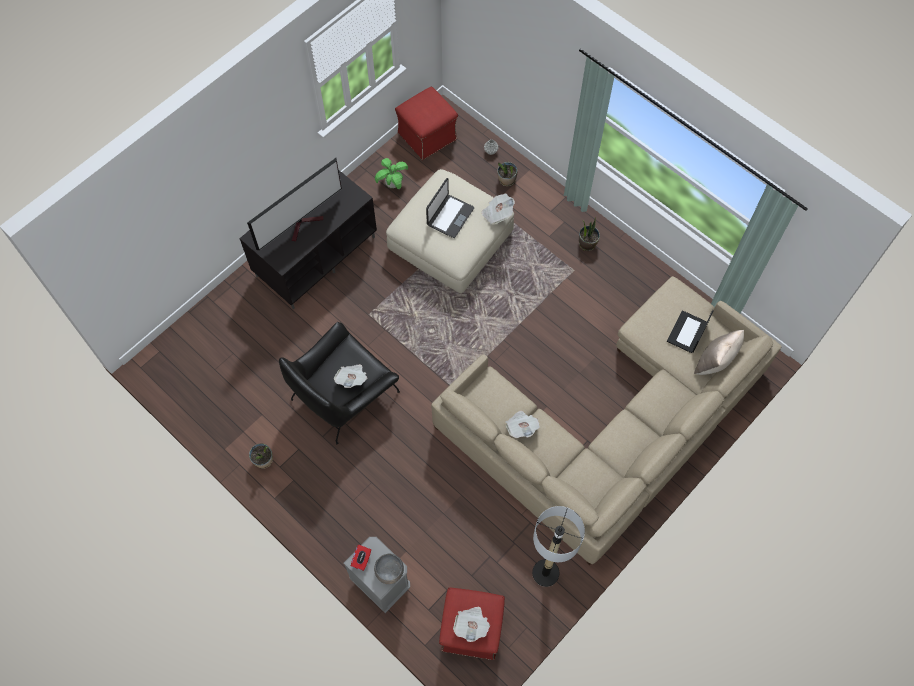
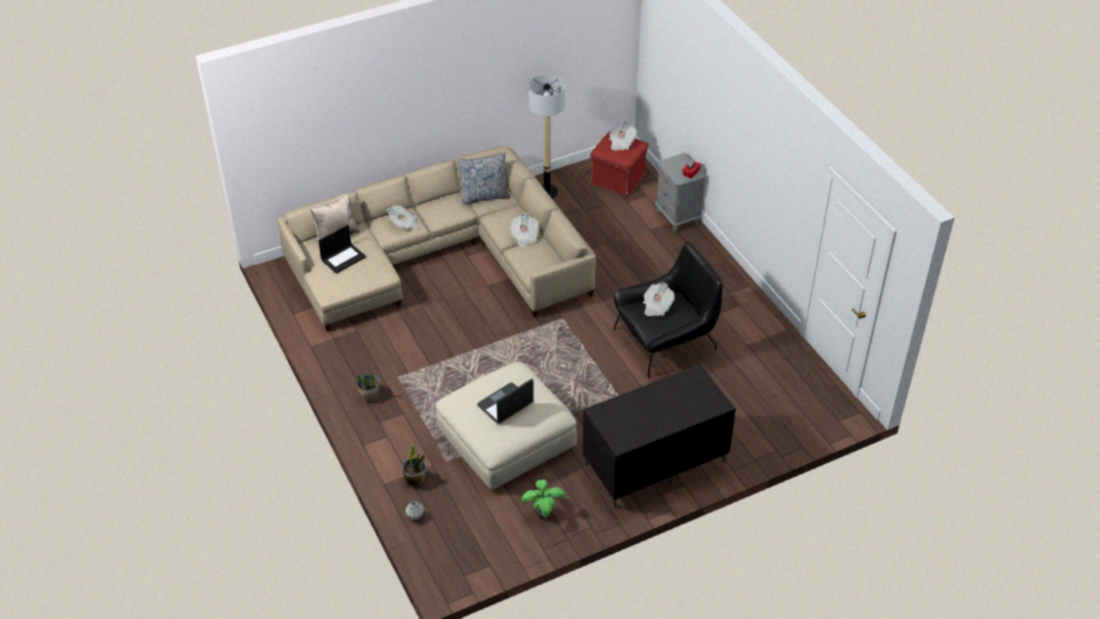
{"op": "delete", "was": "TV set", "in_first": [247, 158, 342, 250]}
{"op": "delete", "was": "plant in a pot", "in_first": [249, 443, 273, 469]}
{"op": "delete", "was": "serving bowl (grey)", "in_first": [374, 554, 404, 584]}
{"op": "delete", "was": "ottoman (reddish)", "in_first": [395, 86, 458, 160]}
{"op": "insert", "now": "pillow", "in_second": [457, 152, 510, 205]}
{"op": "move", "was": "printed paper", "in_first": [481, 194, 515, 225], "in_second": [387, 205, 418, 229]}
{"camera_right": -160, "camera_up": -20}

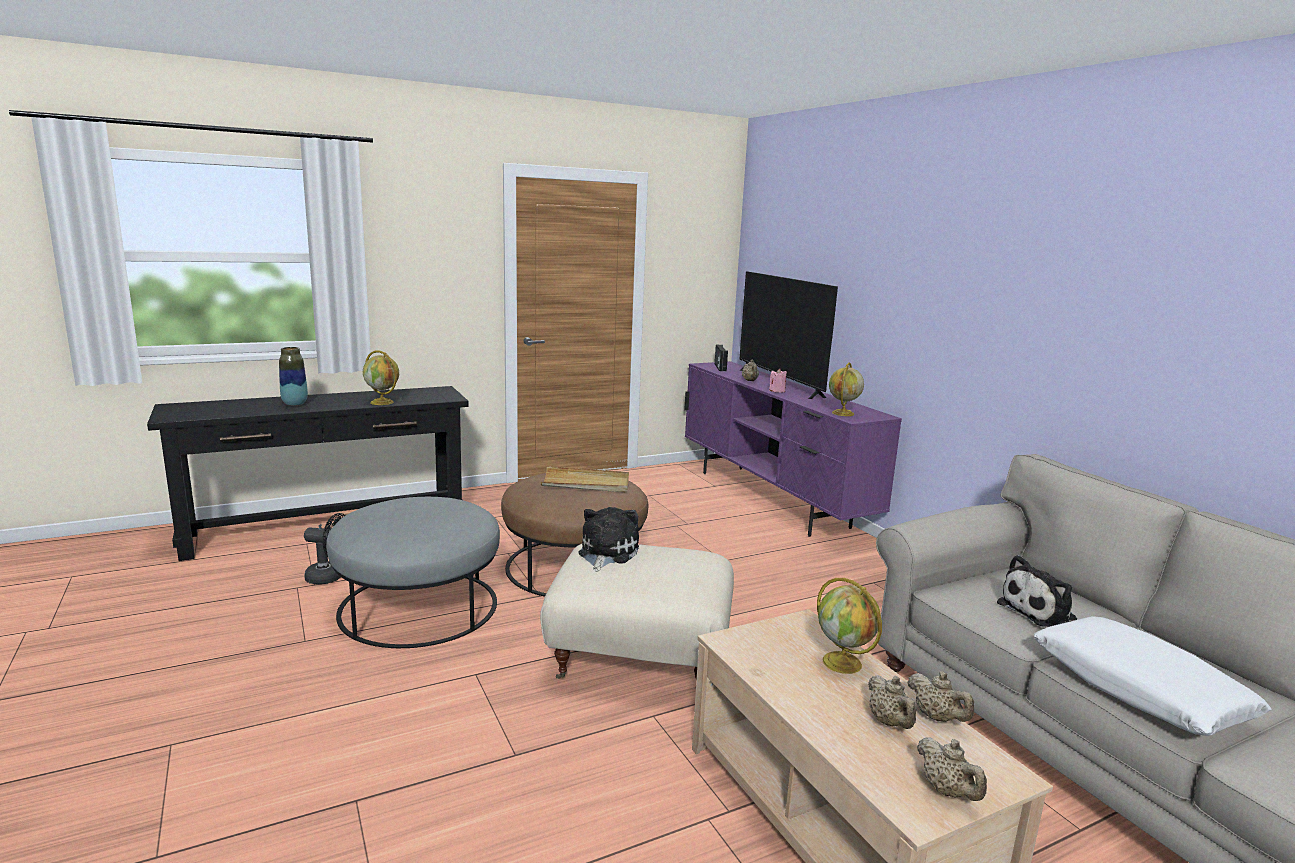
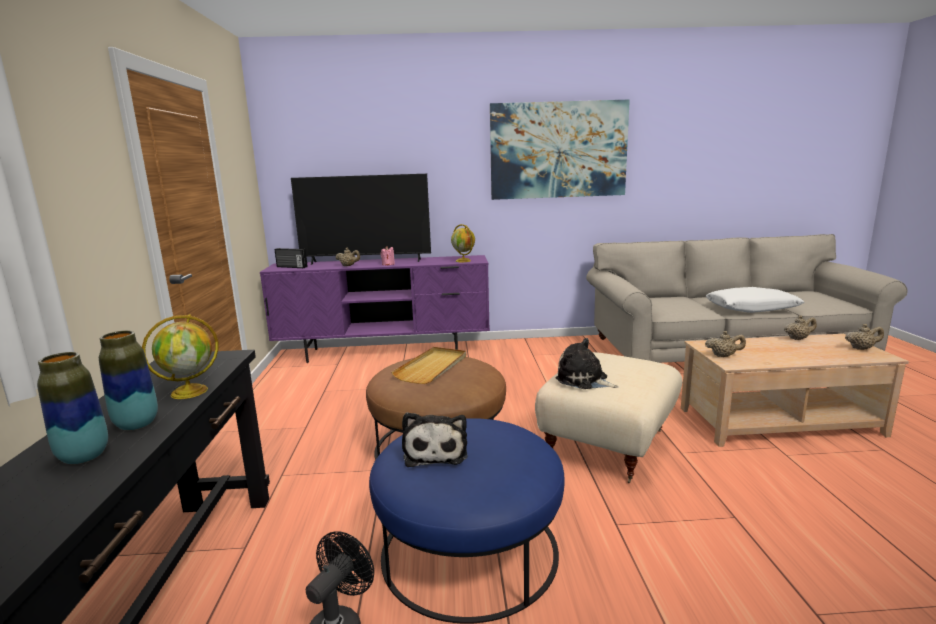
{"op": "delete", "was": "world globe", "in_first": [817, 578, 882, 674]}
{"op": "insert", "now": "decorative vase", "in_second": [99, 331, 158, 430]}
{"op": "insert", "now": "wall art", "in_second": [490, 99, 630, 200]}
{"op": "move", "was": "tea pot (beige)", "in_first": [868, 675, 916, 729], "in_second": [705, 331, 746, 357]}
{"op": "move", "was": "soft toy", "in_first": [997, 555, 1077, 627], "in_second": [402, 412, 467, 467]}
{"op": "recolor", "was": "ottoman (grey)", "now": "ottoman (blue-coloured)", "in_first": [326, 497, 500, 648], "in_second": [369, 418, 565, 624]}
{"camera_right": -65, "camera_up": 0}

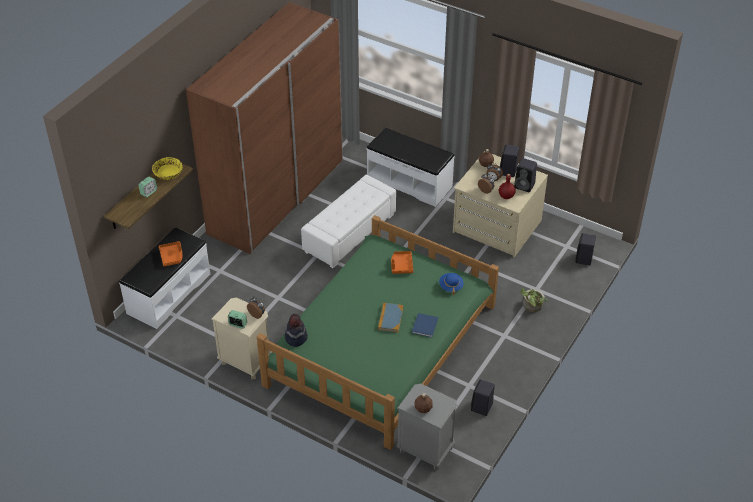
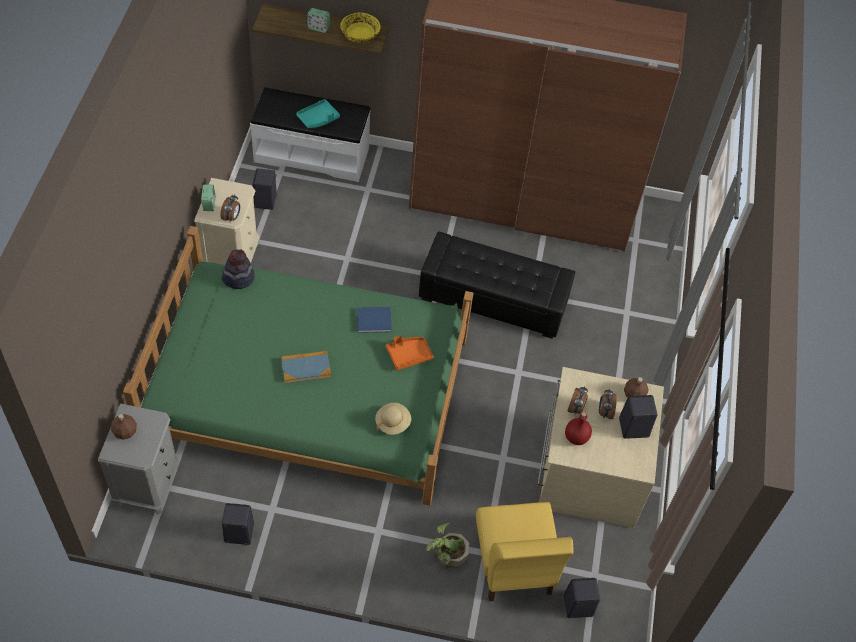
{"op": "delete", "was": "bench (whitish)", "in_first": [367, 128, 454, 207]}
{"op": "insert", "now": "chair (yellow-coloured)", "in_second": [476, 502, 574, 601]}
{"op": "move", "was": "volume (blue-coloured)", "in_first": [412, 313, 438, 338], "in_second": [357, 307, 392, 333]}
{"op": "move", "was": "speaker (black-coloured)", "in_first": [514, 158, 537, 192], "in_second": [252, 168, 277, 210]}
{"op": "recolor", "was": "tray (orangey)", "now": "tray (turquoise-coloured)", "in_first": [159, 241, 183, 266], "in_second": [296, 99, 340, 128]}
{"op": "recolor", "was": "ottoman (whitish)", "now": "ottoman (black-coloured)", "in_first": [301, 175, 396, 268], "in_second": [419, 231, 575, 339]}
{"op": "recolor", "was": "clothing hat (blue-coloured)", "now": "clothing hat (beige)", "in_first": [439, 273, 464, 295], "in_second": [375, 403, 411, 435]}
{"camera_right": 65, "camera_up": 10}

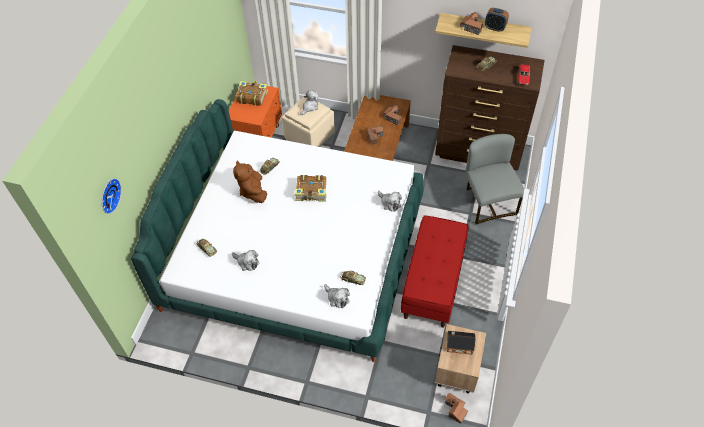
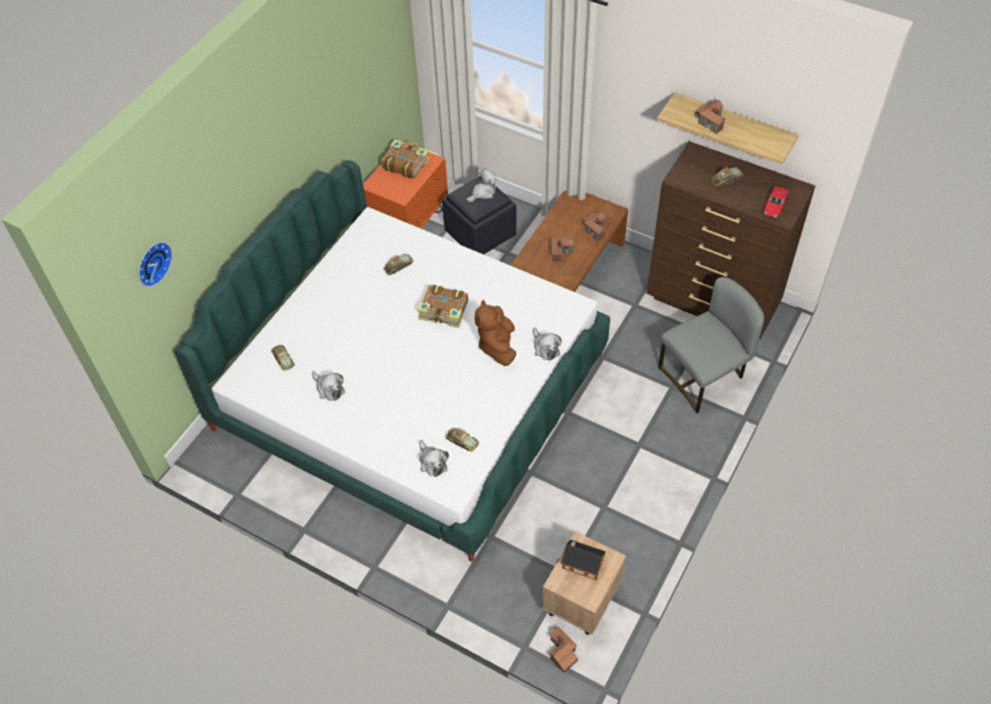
{"op": "delete", "was": "bench (reddish)", "in_first": [401, 215, 468, 328]}
{"op": "delete", "was": "alarm clock", "in_first": [485, 8, 509, 32]}
{"op": "move", "was": "soft toy (brown-coloured)", "in_first": [233, 160, 267, 203], "in_second": [475, 300, 516, 366]}
{"op": "recolor", "was": "ottoman (beige)", "now": "ottoman (black-coloured)", "in_first": [282, 95, 335, 147], "in_second": [442, 178, 517, 254]}
{"op": "rotate", "was": "chair (grey)", "in_first": [466, 134, 524, 225], "in_second": [658, 277, 764, 413], "clockwise": 60}
{"camera_right": 15, "camera_up": 0}

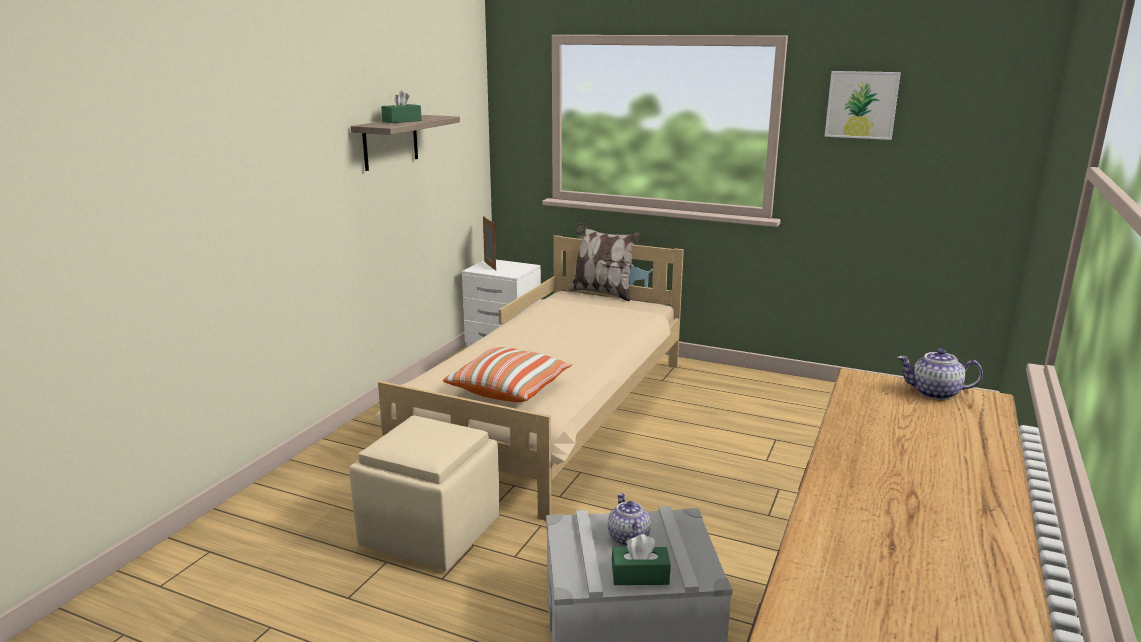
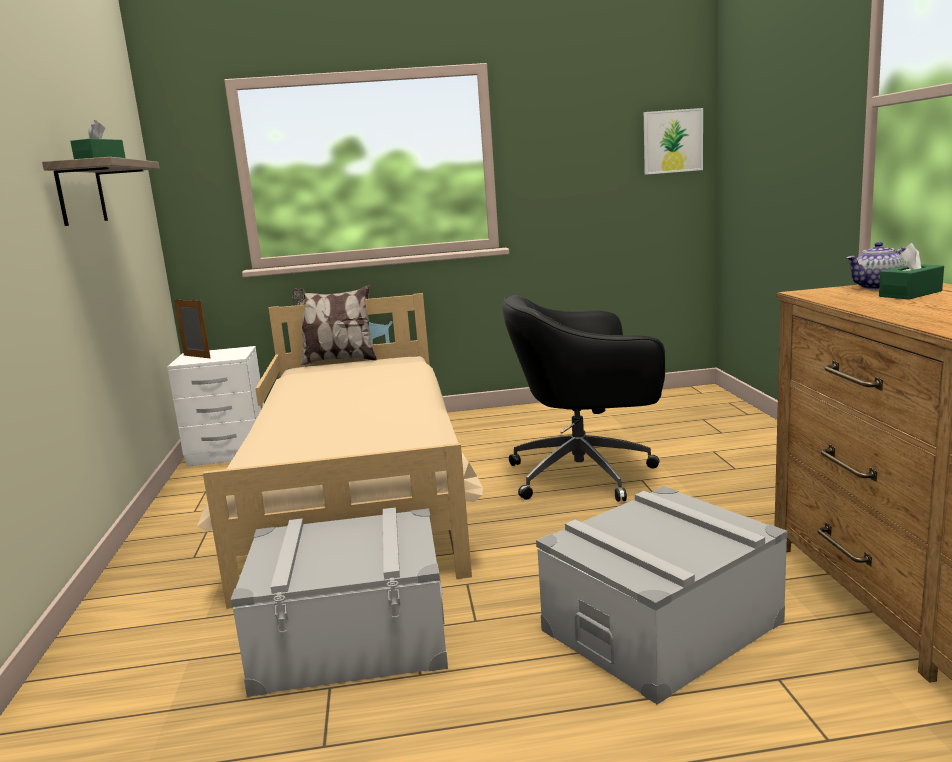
{"op": "delete", "was": "pillow", "in_first": [443, 347, 572, 402]}
{"op": "delete", "was": "tea pot", "in_first": [608, 493, 651, 547]}
{"op": "insert", "now": "desk chair (black-coloured)", "in_second": [502, 295, 665, 502]}
{"op": "move", "was": "box of tissues (greenish)", "in_first": [612, 534, 671, 585], "in_second": [879, 243, 944, 299]}
{"op": "move", "was": "wall art", "in_first": [825, 71, 901, 140], "in_second": [644, 108, 703, 175]}
{"op": "replace", "was": "ottoman (beige)", "now": "storage bin (grey)", "in_first": [349, 415, 499, 571], "in_second": [230, 507, 448, 697]}
{"camera_right": -30, "camera_up": -5}

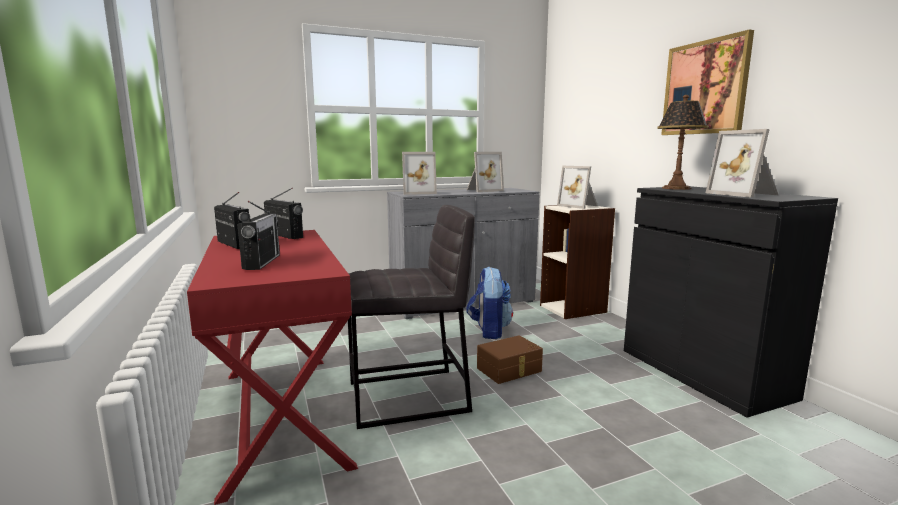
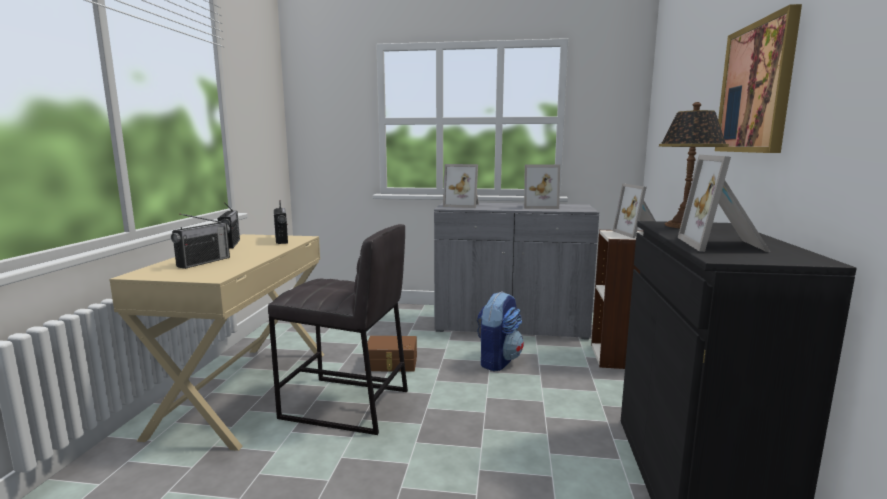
{"op": "move", "was": "storage bin (brown-coloured)", "in_first": [477, 335, 543, 384], "in_second": [367, 336, 417, 372]}
{"op": "recolor", "was": "desk (reddish)", "now": "desk (beige)", "in_first": [187, 230, 358, 505], "in_second": [109, 234, 324, 451]}
{"camera_right": 30, "camera_up": 0}

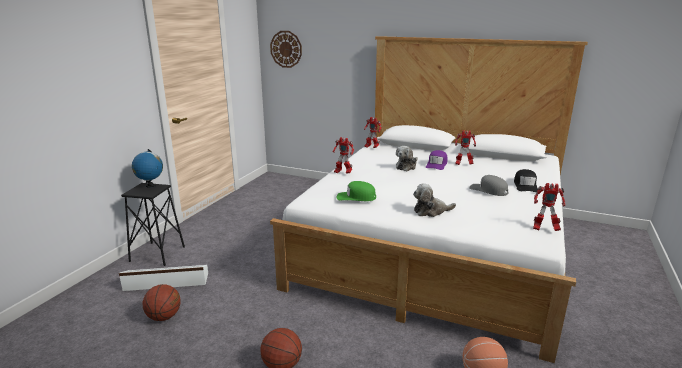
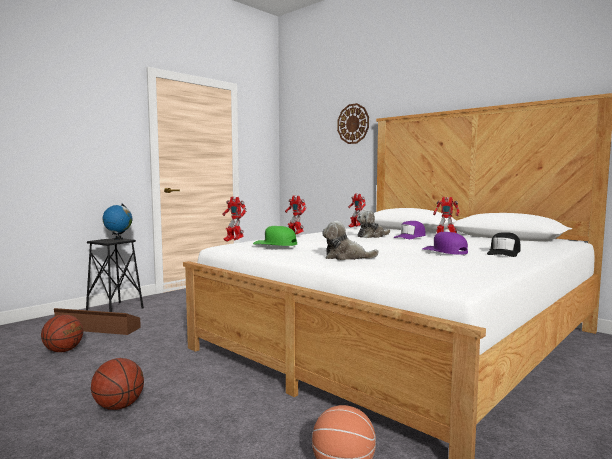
{"op": "move", "was": "wall clock", "in_first": [270, 31, 302, 68], "in_second": [337, 103, 369, 144]}
{"op": "move", "was": "model robot", "in_first": [533, 183, 565, 231], "in_second": [222, 197, 247, 242]}
{"op": "recolor", "was": "storage bin (whitish)", "now": "storage bin (brown-coloured)", "in_first": [119, 265, 208, 291], "in_second": [54, 308, 141, 335]}
{"op": "recolor", "was": "baseball cap (grey)", "now": "baseball cap (purple-coloured)", "in_first": [469, 175, 508, 196], "in_second": [423, 232, 468, 255]}
{"camera_right": 20, "camera_up": -15}

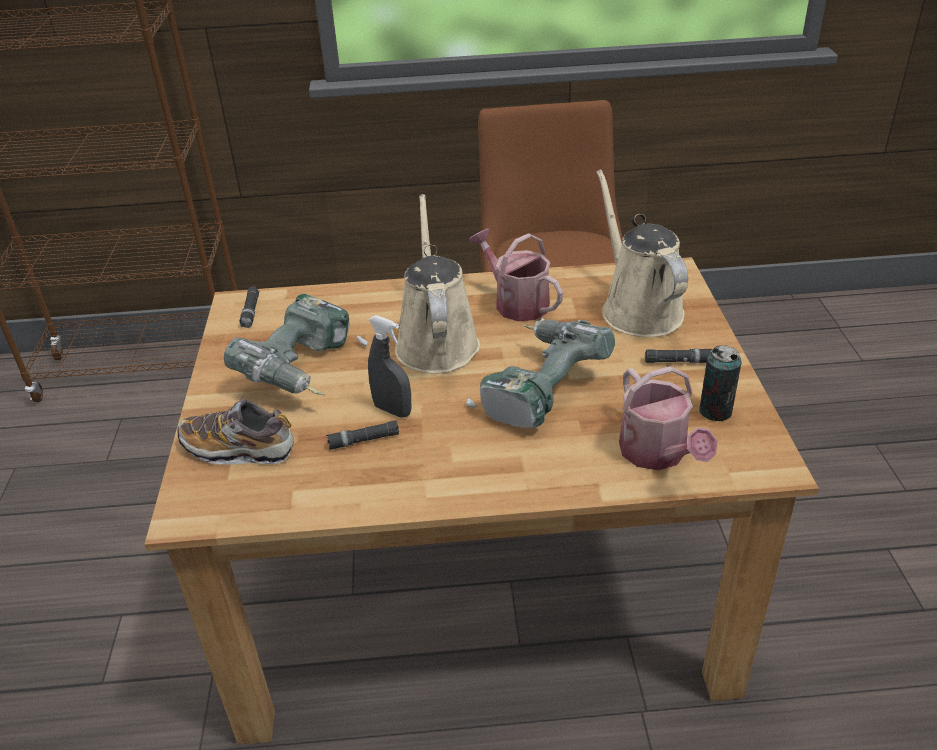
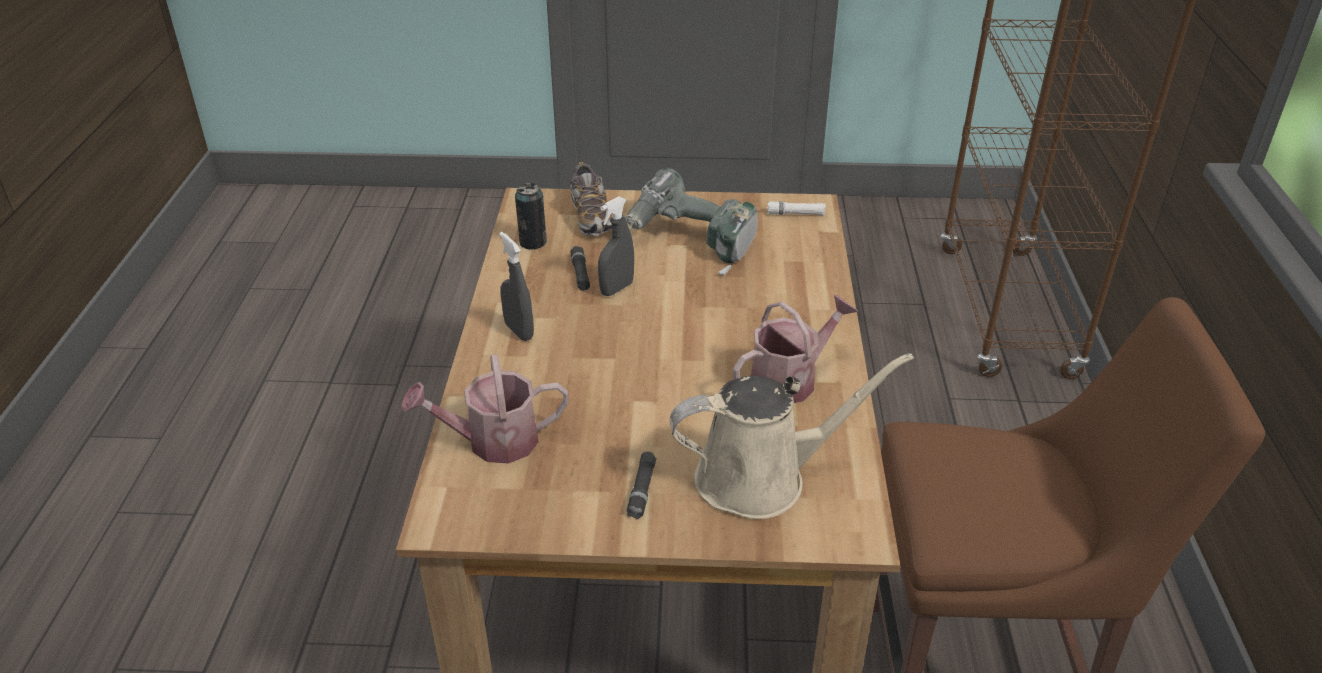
{"op": "delete", "was": "watering can (beige)", "in_first": [395, 194, 480, 374]}
{"op": "delete", "was": "electric drill", "in_first": [466, 318, 615, 428]}
{"op": "insert", "now": "hand sprayer (grey)", "in_second": [499, 232, 534, 341]}
{"op": "move", "was": "metal can", "in_first": [699, 345, 742, 421], "in_second": [515, 183, 547, 250]}
{"op": "recolor", "was": "flashlight (black-coloured)", "now": "flashlight (whitish)", "in_first": [239, 286, 259, 328], "in_second": [767, 201, 825, 215]}
{"op": "rotate", "was": "shoe", "in_first": [177, 399, 294, 465], "in_second": [570, 162, 612, 236], "clockwise": 150}
{"camera_right": 95, "camera_up": 0}

